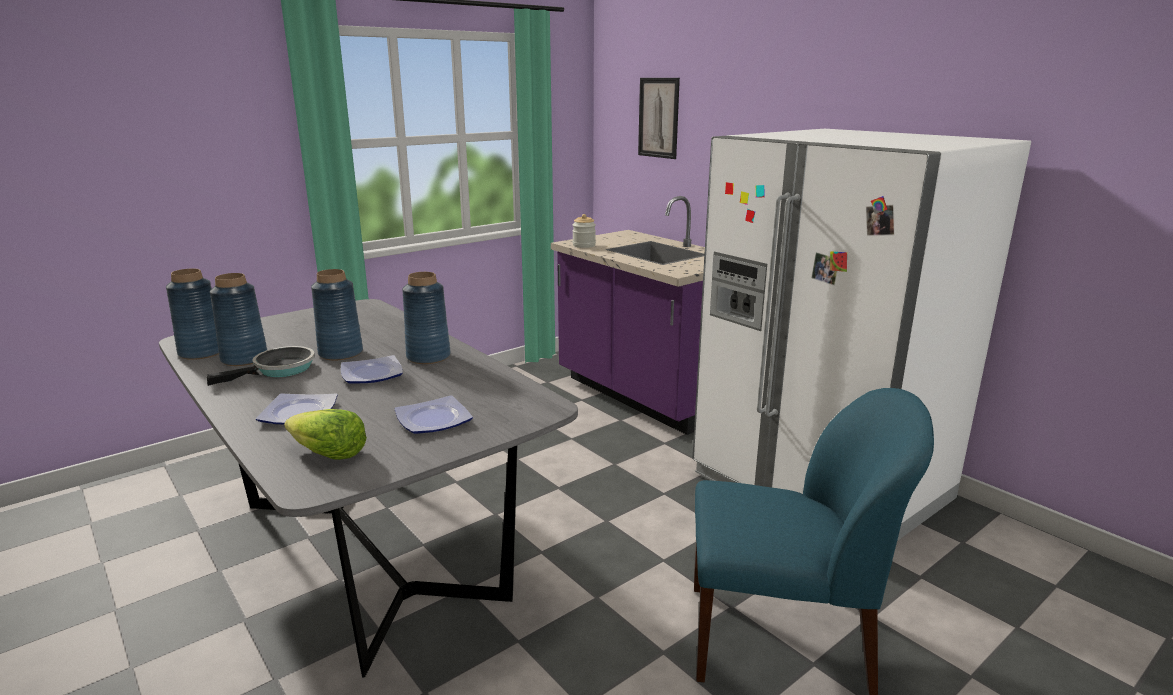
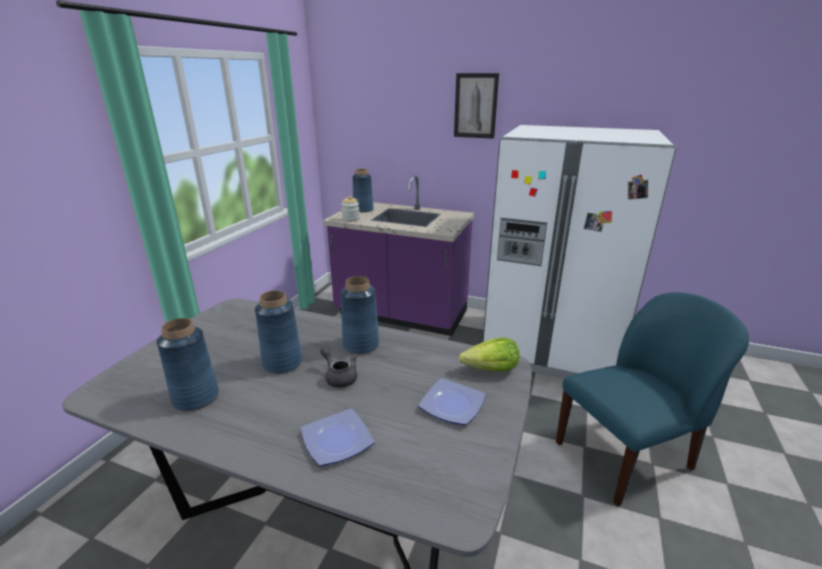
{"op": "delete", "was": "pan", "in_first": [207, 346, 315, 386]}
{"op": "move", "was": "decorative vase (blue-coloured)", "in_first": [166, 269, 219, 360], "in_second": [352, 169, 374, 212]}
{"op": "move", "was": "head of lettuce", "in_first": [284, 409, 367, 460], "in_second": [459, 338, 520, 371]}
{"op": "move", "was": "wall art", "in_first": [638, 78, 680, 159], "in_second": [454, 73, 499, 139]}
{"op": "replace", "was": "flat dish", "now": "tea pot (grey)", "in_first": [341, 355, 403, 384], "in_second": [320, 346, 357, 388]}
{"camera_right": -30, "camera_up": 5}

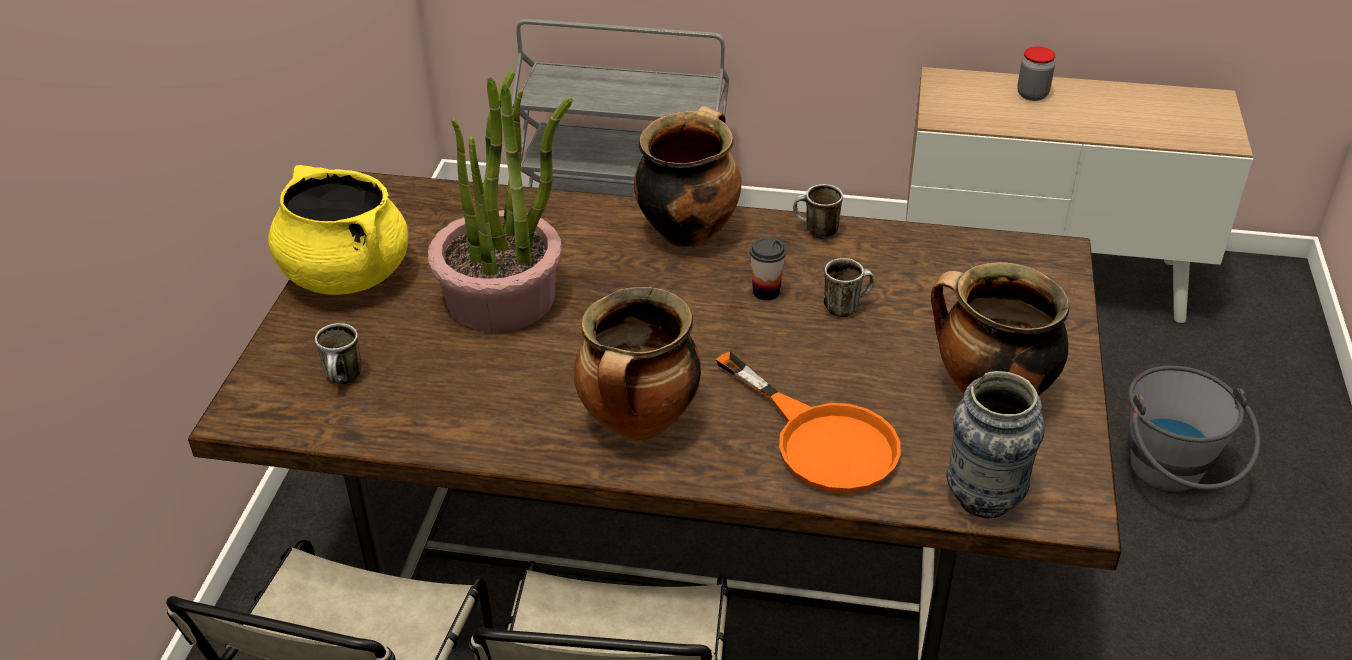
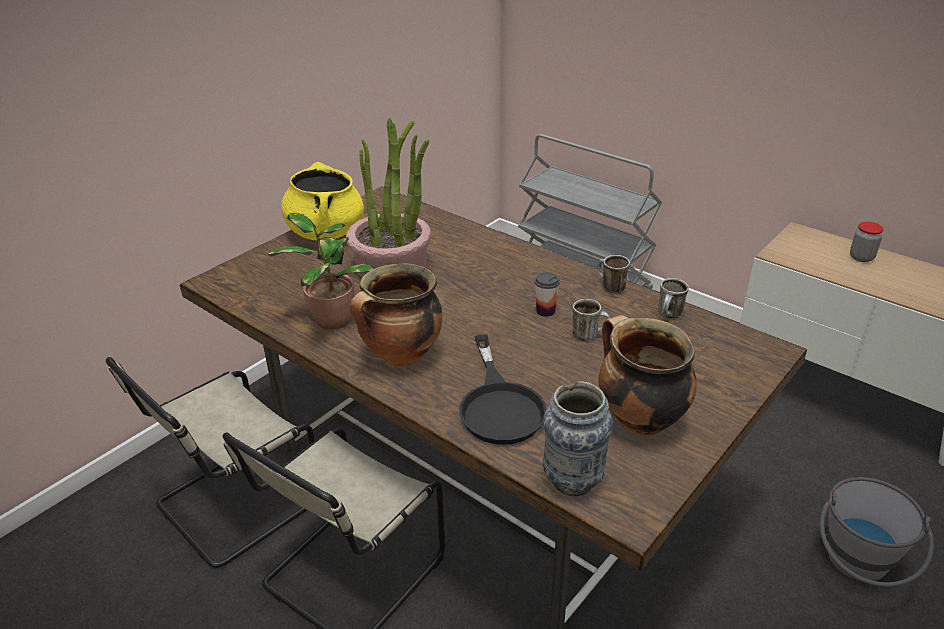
{"op": "delete", "was": "cooking pot", "in_first": [634, 106, 741, 247]}
{"op": "insert", "now": "plant in a pot", "in_second": [267, 213, 375, 330]}
{"op": "move", "was": "coffee mug", "in_first": [315, 323, 362, 384], "in_second": [659, 278, 689, 318]}
{"op": "recolor", "was": "pan (orangey)", "now": "pan (black-coloured)", "in_first": [716, 352, 901, 494], "in_second": [459, 335, 546, 445]}
{"camera_right": 30, "camera_up": -5}

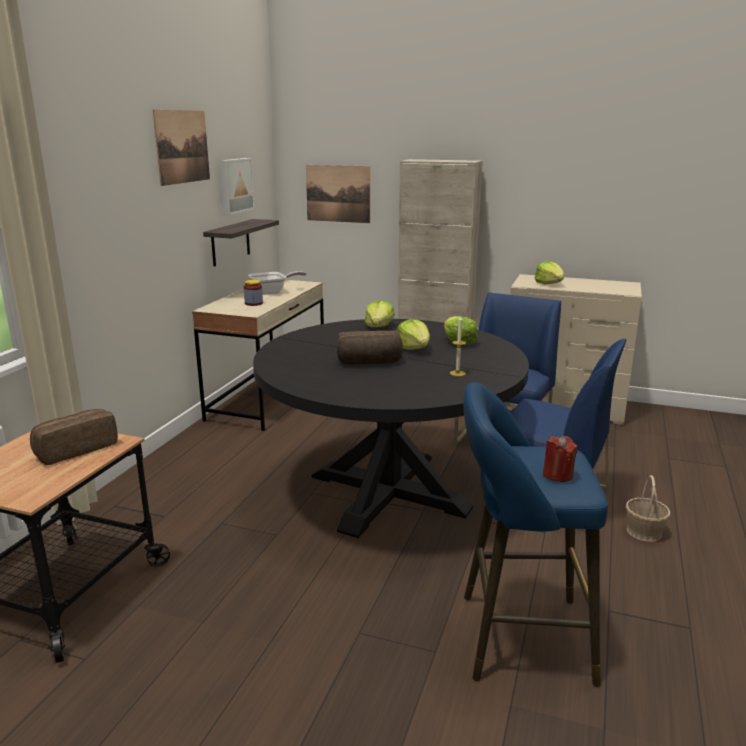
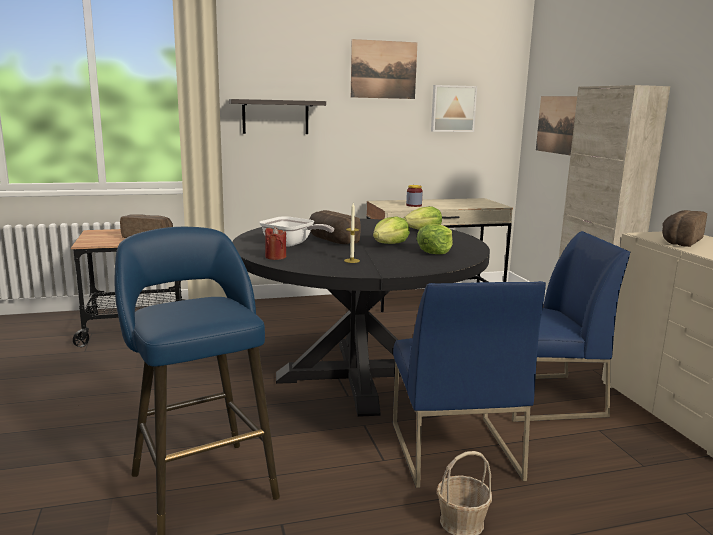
{"op": "move", "was": "bracket shelf", "in_first": [203, 219, 279, 267], "in_second": [229, 99, 326, 134]}
{"op": "move", "was": "pan", "in_first": [248, 271, 307, 295], "in_second": [259, 216, 334, 247]}
{"op": "move", "was": "wax candle (reddish)", "in_first": [543, 436, 577, 482], "in_second": [265, 227, 286, 260]}
{"op": "replace", "was": "head of lettuce", "now": "bakery bread", "in_first": [535, 261, 564, 285], "in_second": [662, 210, 707, 247]}
{"camera_right": 55, "camera_up": -5}

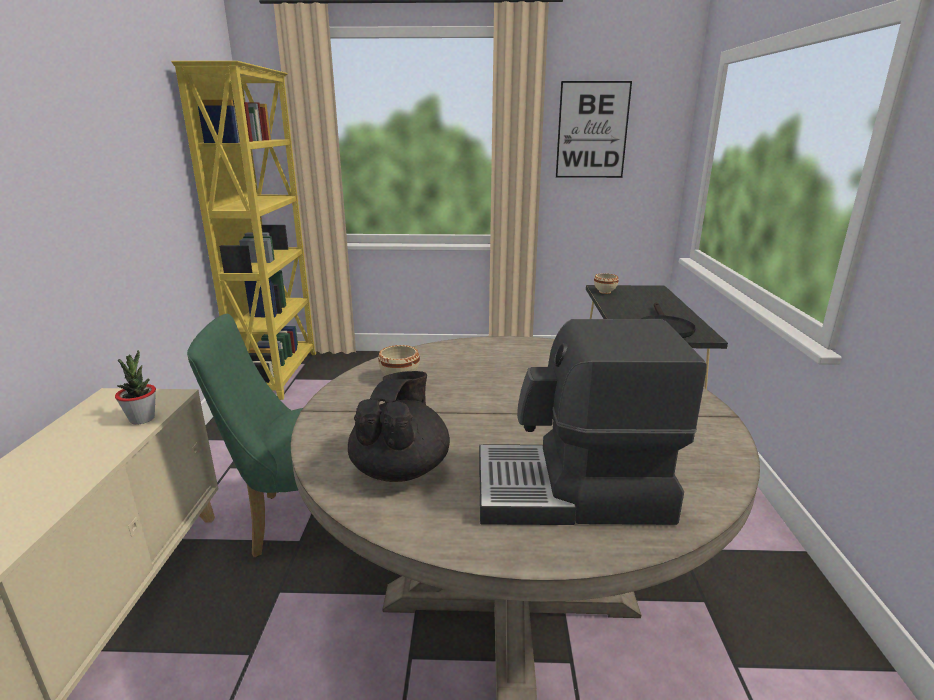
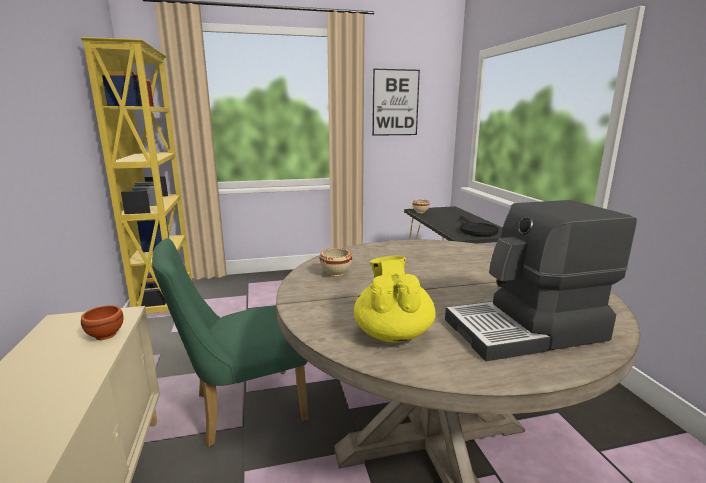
{"op": "replace", "was": "plant in a pot", "now": "serving bowl (brown-coloured)", "in_first": [115, 350, 156, 425], "in_second": [81, 305, 124, 340]}
{"op": "recolor", "was": "tea pot (black-coloured)", "now": "tea pot (yellow-coloured)", "in_first": [348, 371, 450, 482], "in_second": [354, 256, 436, 342]}
{"camera_right": -15, "camera_up": -5}

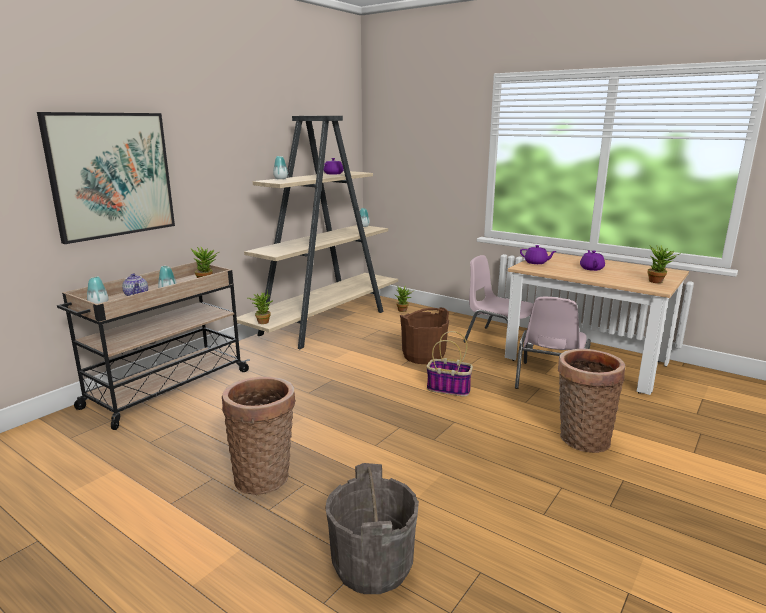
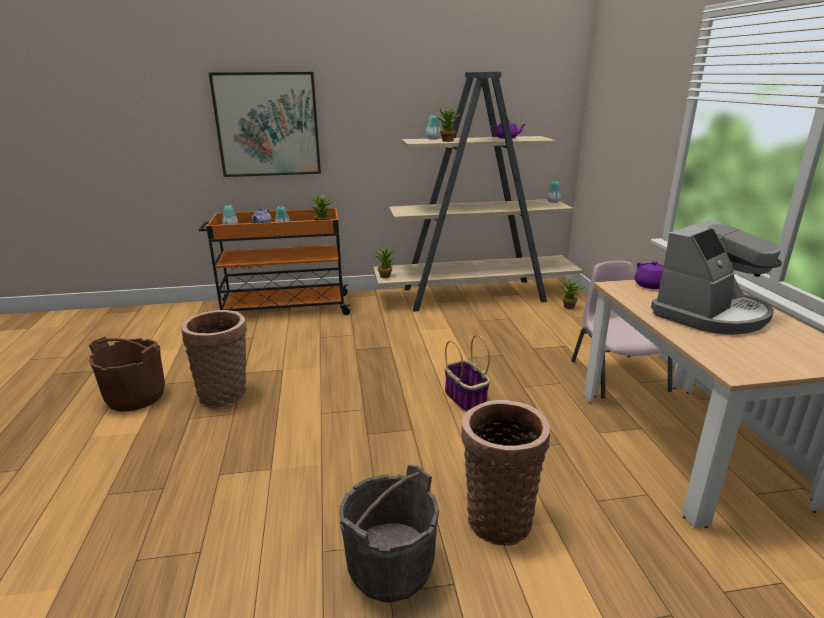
{"op": "delete", "was": "chair (pinkish)", "in_first": [515, 297, 591, 389]}
{"op": "move", "was": "water bucket (grey)", "in_first": [326, 463, 419, 594], "in_second": [339, 465, 439, 603]}
{"op": "move", "was": "water bucket (brown-coloured)", "in_first": [400, 308, 449, 364], "in_second": [89, 337, 165, 412]}
{"op": "move", "was": "plant in a pot", "in_first": [648, 245, 679, 283], "in_second": [437, 107, 462, 142]}
{"op": "replace", "was": "tea pot (purple-coloured)", "now": "coffee machine", "in_first": [580, 250, 605, 271], "in_second": [651, 219, 782, 335]}
{"op": "recolor", "was": "trolley (beige)", "now": "trolley (orangey)", "in_first": [57, 261, 250, 430], "in_second": [199, 208, 351, 315]}
{"camera_right": 45, "camera_up": 5}

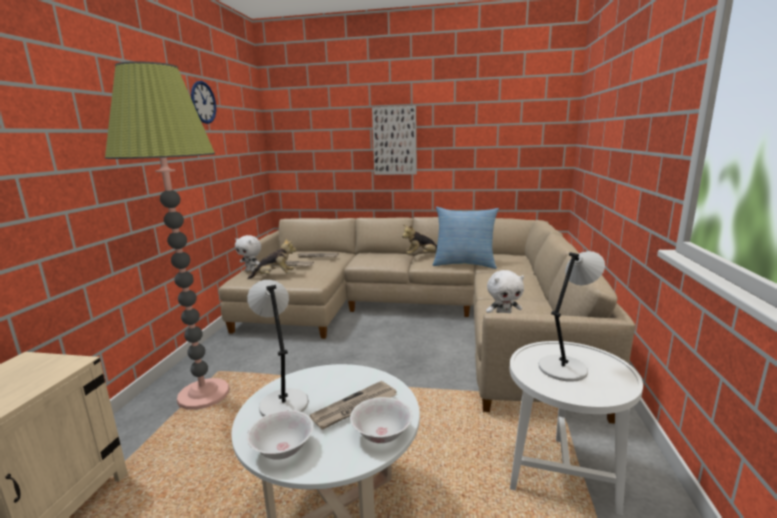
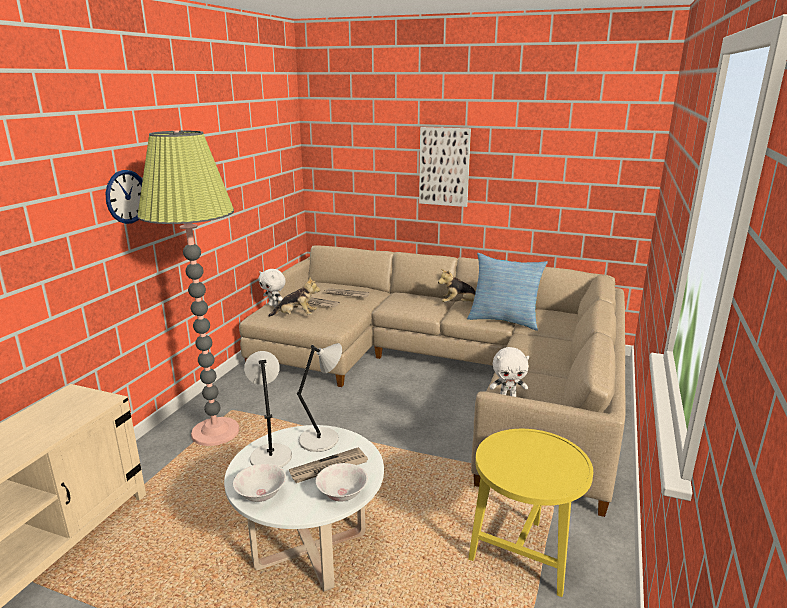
{"op": "move", "was": "wall clock", "in_first": [191, 81, 216, 124], "in_second": [106, 170, 143, 224]}
{"op": "move", "was": "table lamp (grey)", "in_first": [539, 251, 605, 382], "in_second": [297, 343, 342, 452]}
{"op": "recolor", "was": "accent table (whitish)", "now": "accent table (yellow-coloured)", "in_first": [510, 341, 643, 515], "in_second": [468, 429, 593, 597]}
{"camera_right": 10, "camera_up": 5}

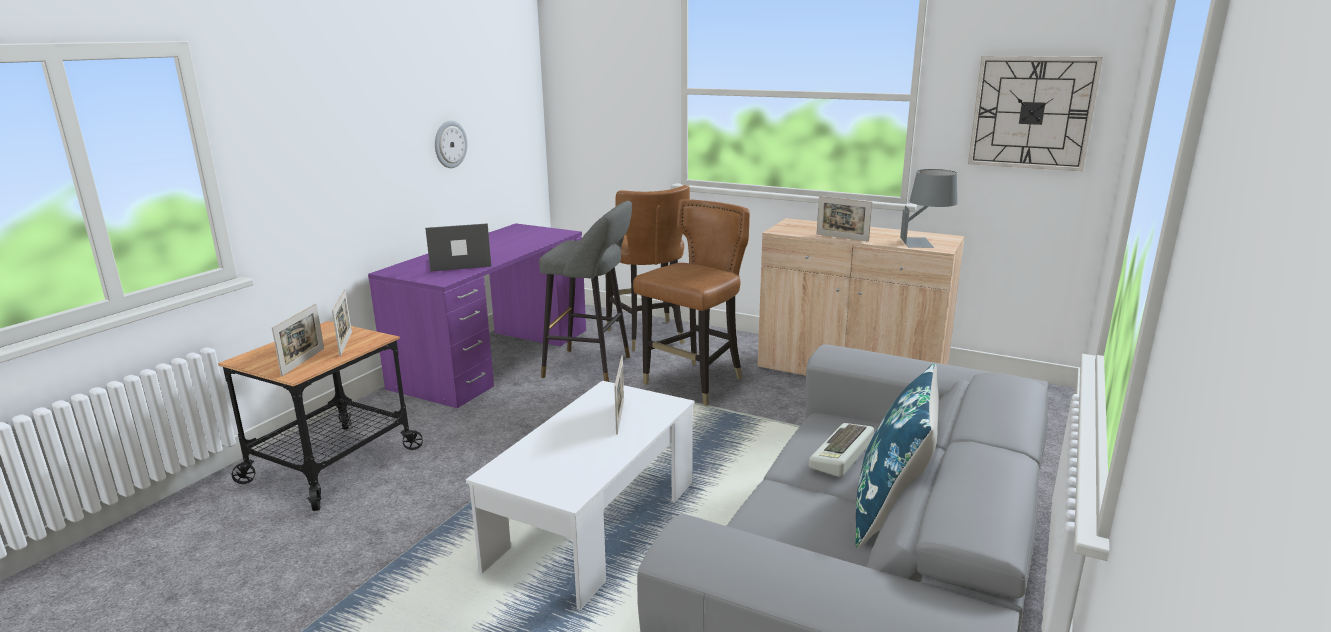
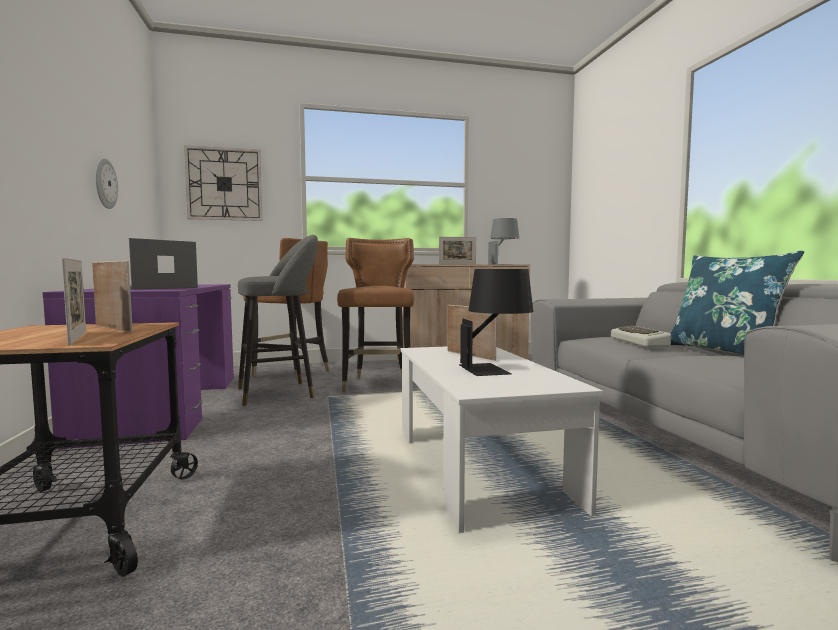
{"op": "insert", "now": "table lamp (black-coloured)", "in_second": [459, 269, 533, 376]}
{"op": "move", "was": "wall clock", "in_first": [968, 56, 1103, 171], "in_second": [184, 145, 263, 221]}
{"camera_right": -40, "camera_up": -15}

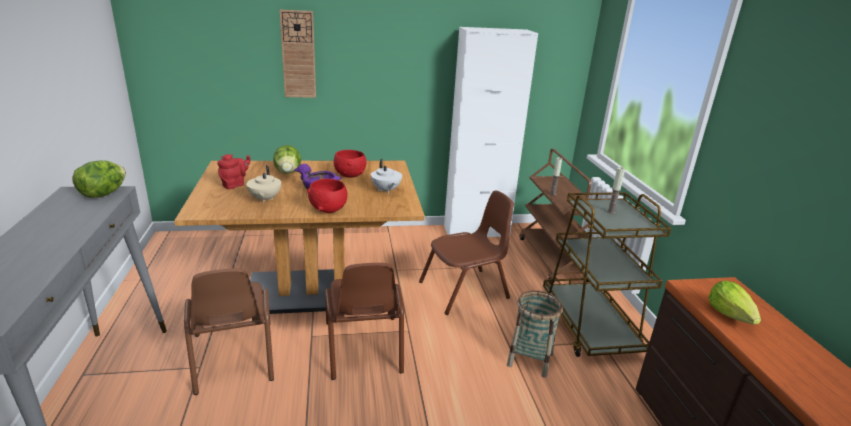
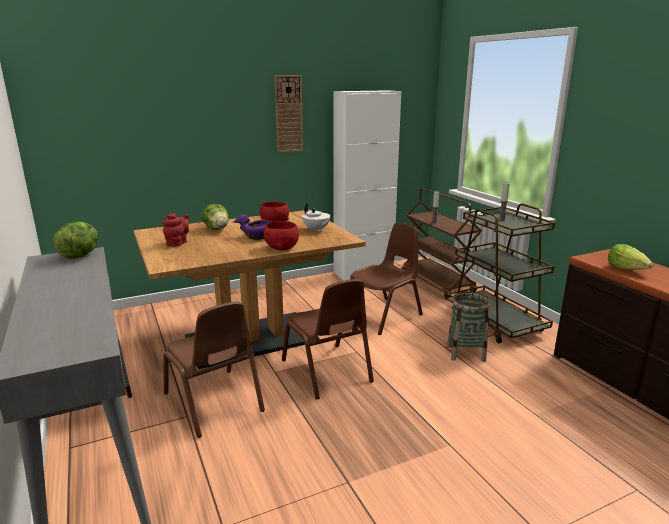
{"op": "delete", "was": "tea pot (beige)", "in_first": [246, 165, 281, 203]}
{"op": "move", "was": "wall clock", "in_first": [280, 10, 316, 98], "in_second": [274, 75, 303, 152]}
{"camera_right": -15, "camera_up": -5}

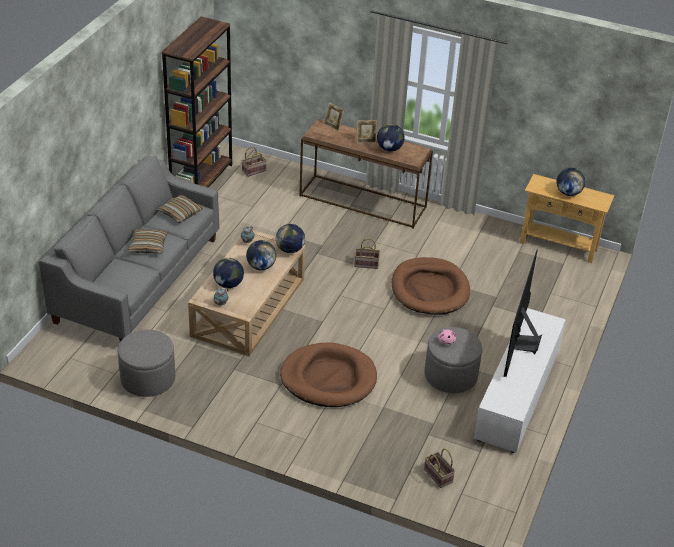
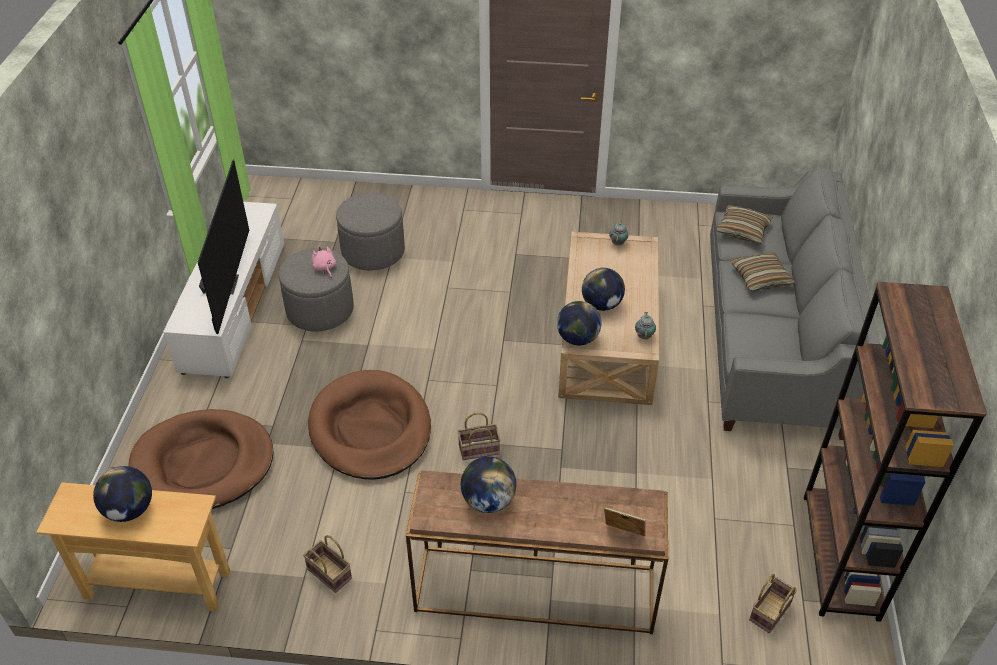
{"op": "delete", "was": "world globe", "in_first": [213, 258, 244, 288]}
{"op": "delete", "was": "photo frame", "in_first": [357, 120, 377, 144]}
{"op": "move", "was": "ottoman (grey)", "in_first": [118, 329, 175, 397], "in_second": [336, 193, 405, 271]}
{"op": "move", "was": "pillow", "in_first": [157, 194, 203, 223], "in_second": [716, 205, 773, 243]}
{"op": "move", "was": "pet bed (brown-coloured)", "in_first": [280, 342, 377, 407], "in_second": [128, 409, 273, 509]}
{"op": "move", "was": "storage basket", "in_first": [424, 448, 455, 488], "in_second": [303, 535, 352, 593]}
{"camera_right": 165, "camera_up": 5}

